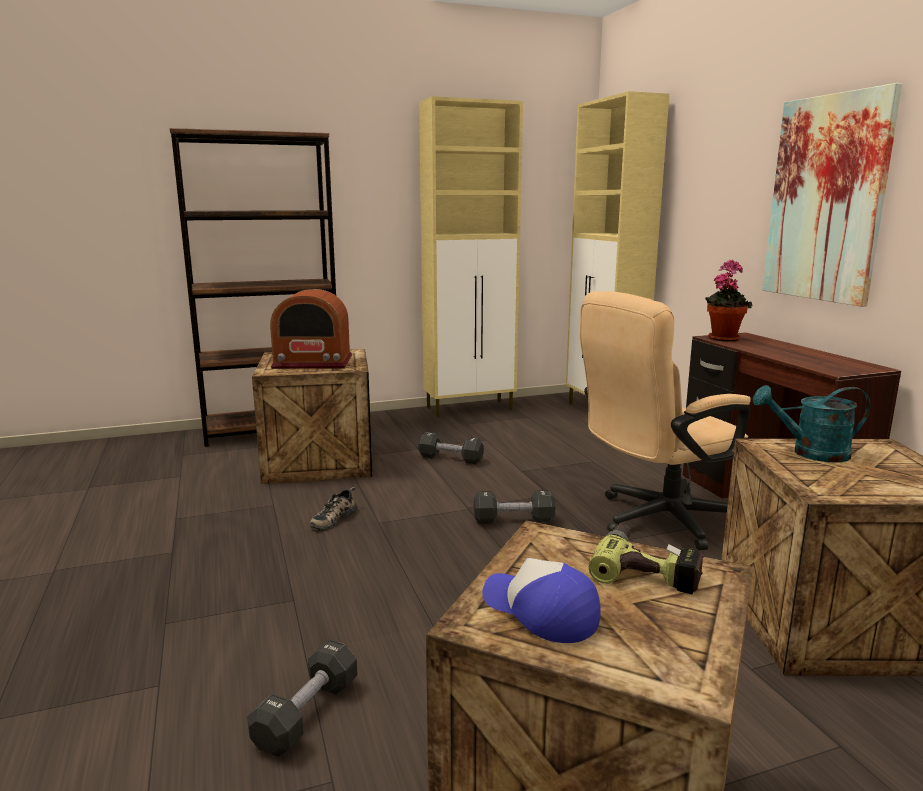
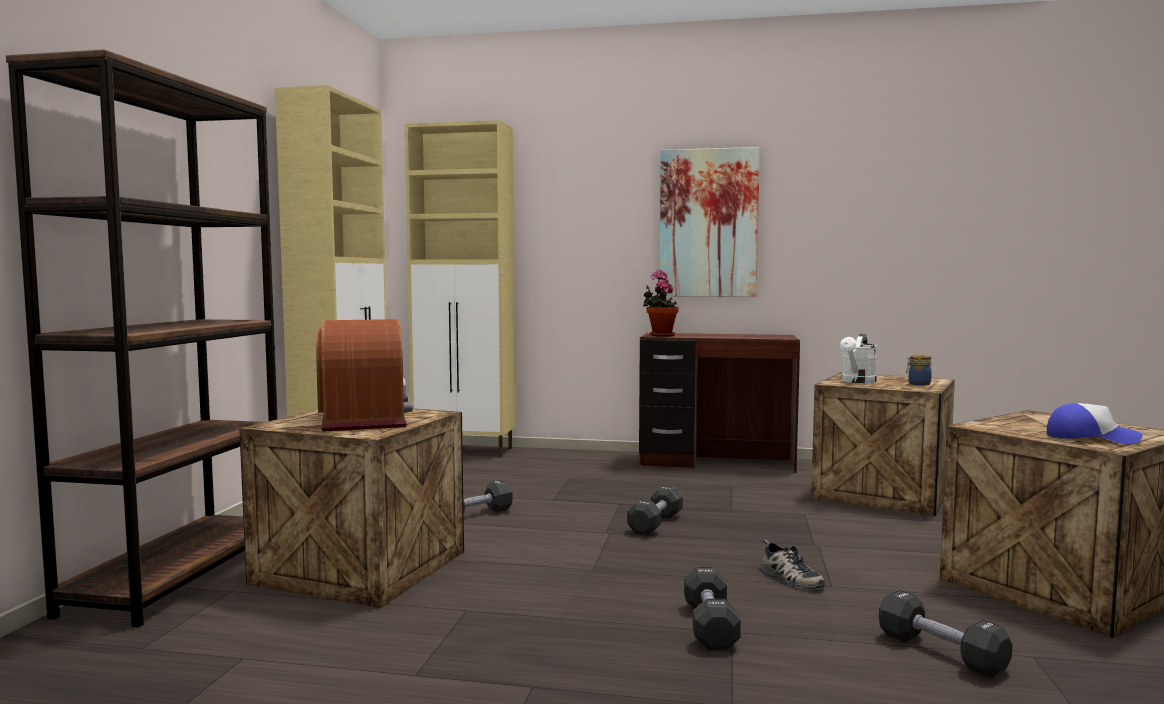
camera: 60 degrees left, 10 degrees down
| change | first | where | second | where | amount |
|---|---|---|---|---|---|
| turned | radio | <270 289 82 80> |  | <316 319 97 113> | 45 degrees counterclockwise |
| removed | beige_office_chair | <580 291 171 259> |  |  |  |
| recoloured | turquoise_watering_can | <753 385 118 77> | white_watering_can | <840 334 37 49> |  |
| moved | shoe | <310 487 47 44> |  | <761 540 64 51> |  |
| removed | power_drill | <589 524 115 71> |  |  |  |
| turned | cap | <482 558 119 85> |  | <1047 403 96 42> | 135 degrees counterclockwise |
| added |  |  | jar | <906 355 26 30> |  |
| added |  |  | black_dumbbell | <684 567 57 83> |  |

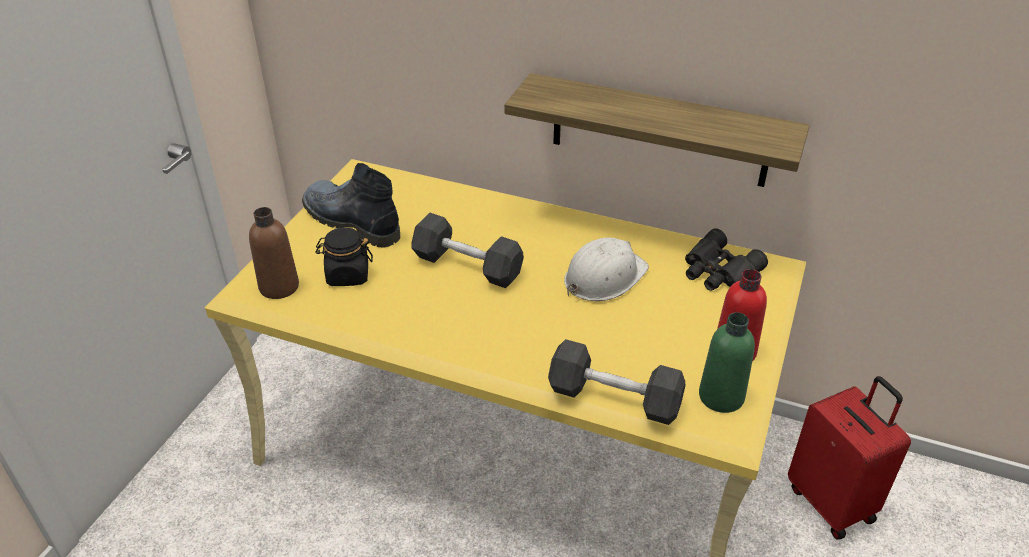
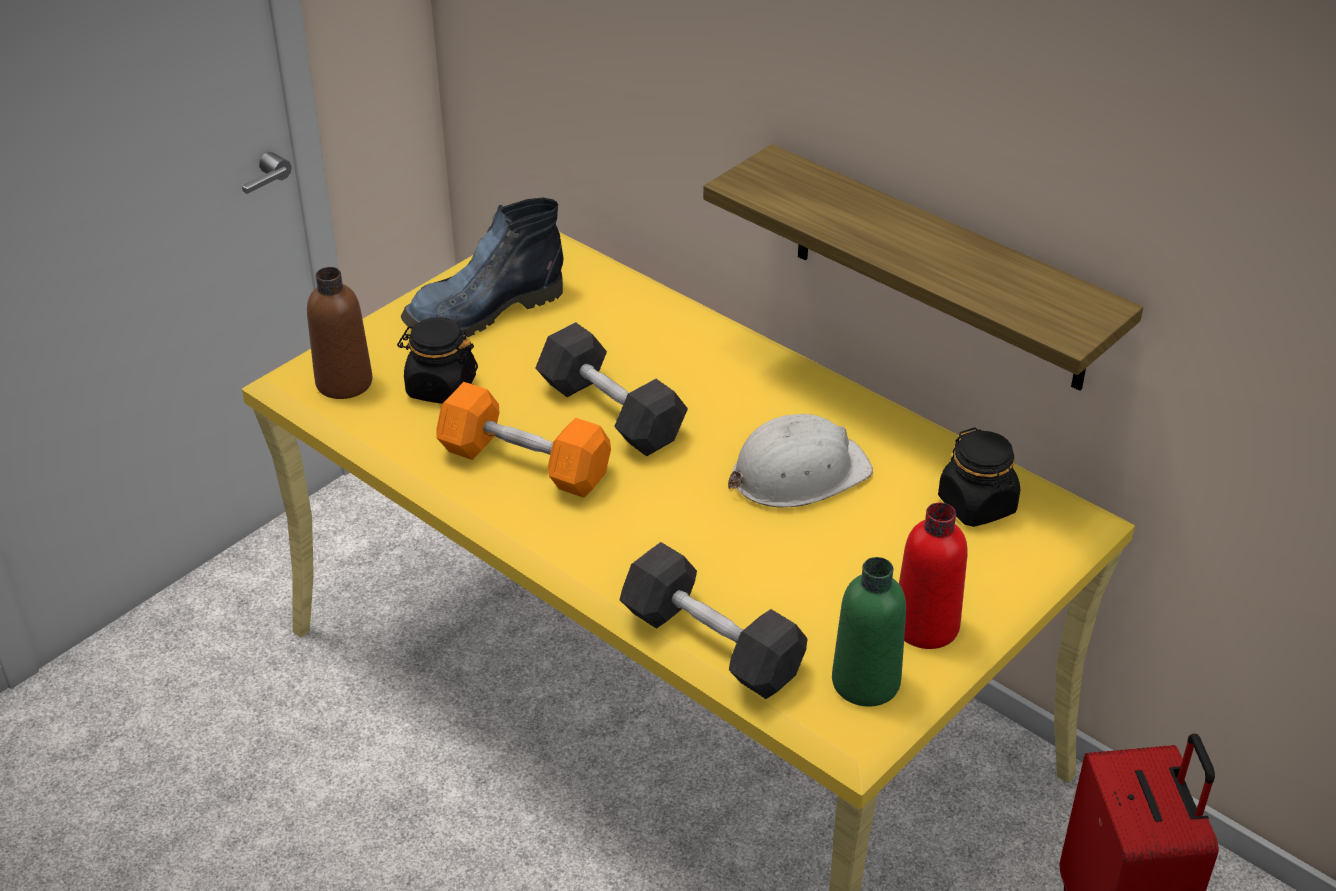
camera: 20 degrees right, 0 degrees up
| change | first | where | second | where | amount |
|---|---|---|---|---|---|
| turned | boot | <302 163 98 85> |  | <401 197 162 140> | 90 degrees counterclockwise |
| replaced | black_binoculars | <685 228 83 63> | black_jar | <938 427 82 100> |  |
| added |  |  | orange_dumbbell | <436 382 175 116> |  |

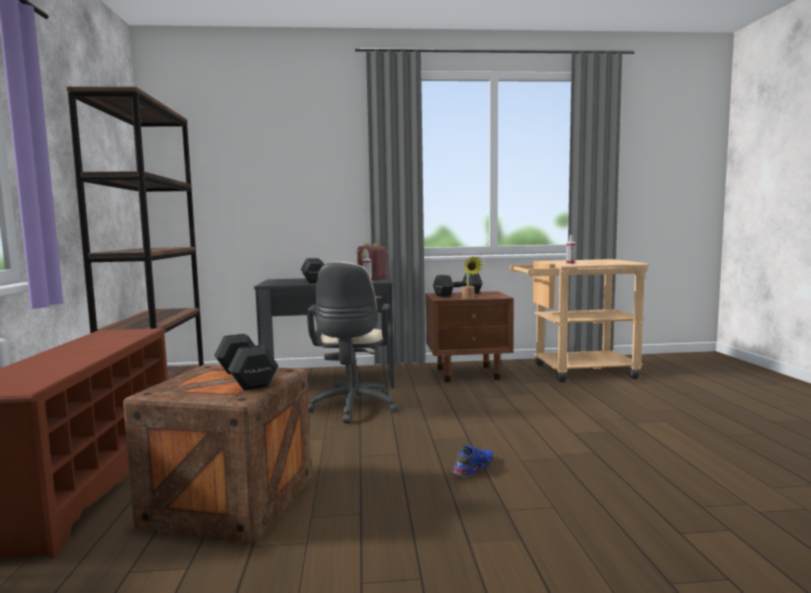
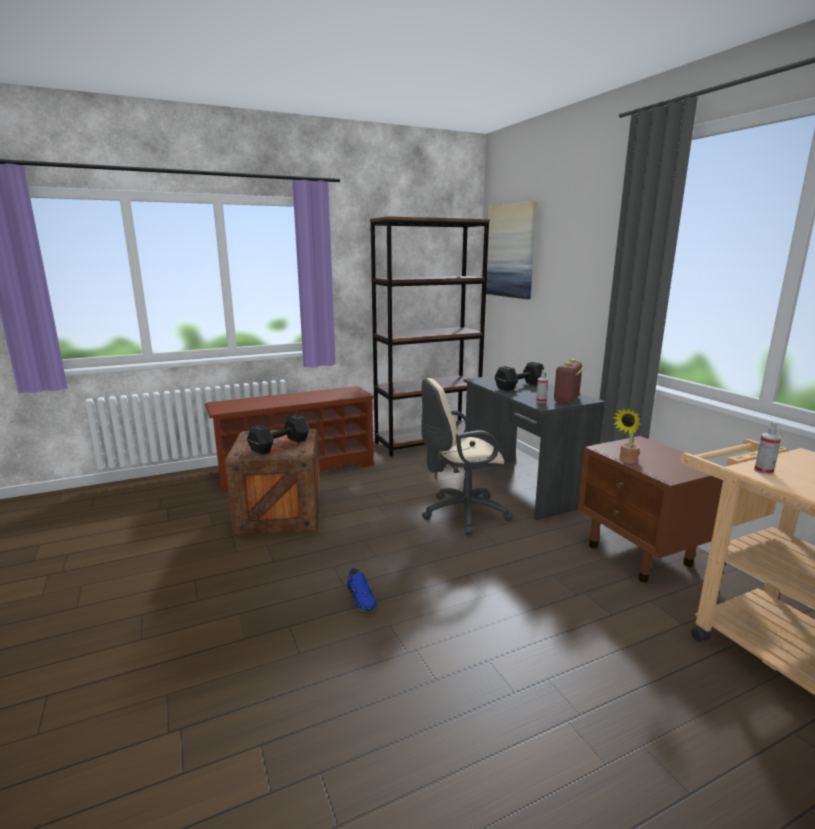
camera: 70 degrees right, 10 degrees up
| change | first | where | second | where | amount |
|---|---|---|---|---|---|
| removed | black_dumbbell | <433 273 50 24> |  |  |  |
| turned | blue_shoe | <452 445 42 32> |  | <347 568 30 43> | 45 degrees clockwise |
| added |  |  | picture | <486 201 51 98> |  |

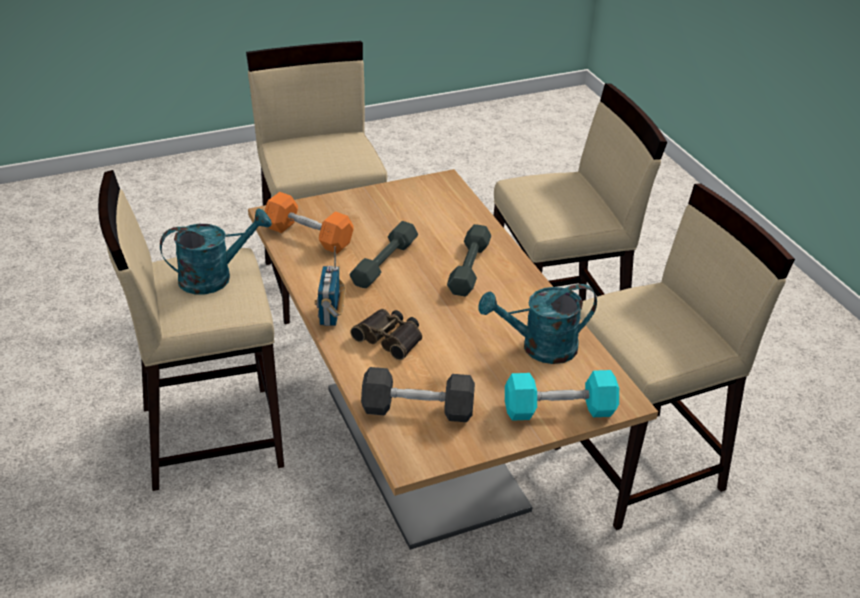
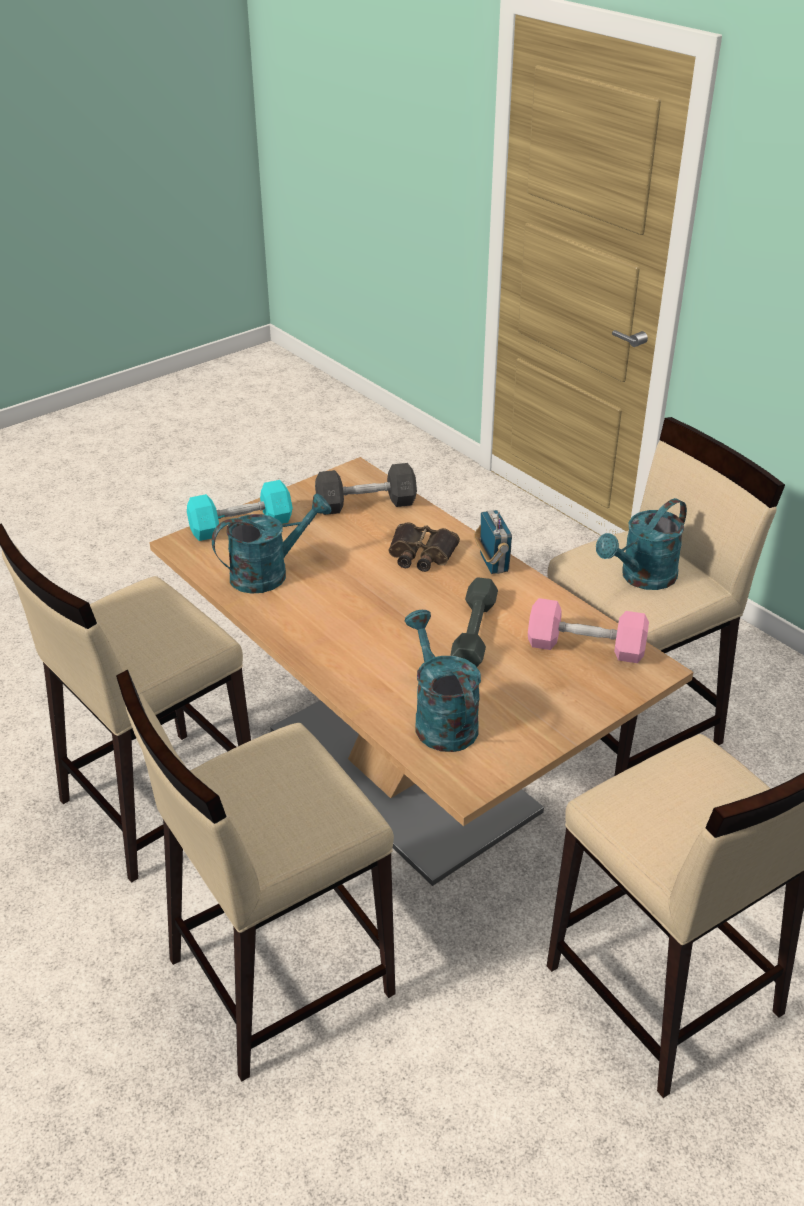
camera: 165 degrees right, 0 degrees up
| change | first | where | second | where | amount |
|---|---|---|---|---|---|
| recoloured | orange_dumbbell | <265 192 88 62> | pink_dumbbell | <528 598 121 65> |  |
| removed | grey_dumbbell | <447 224 44 72> |  |  |  |
| added |  |  | turquoise_watering_can | <405 610 76 142> |  |

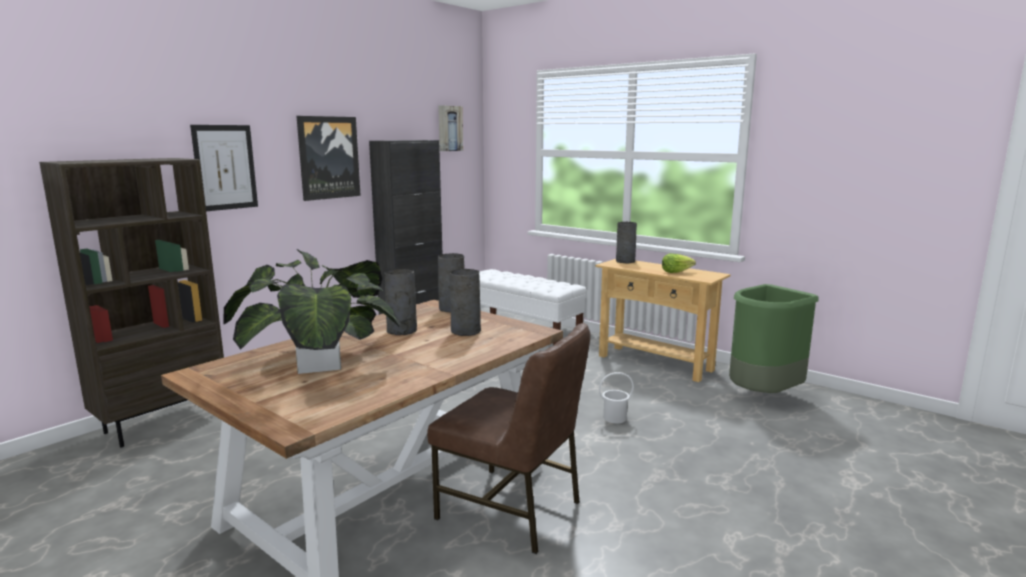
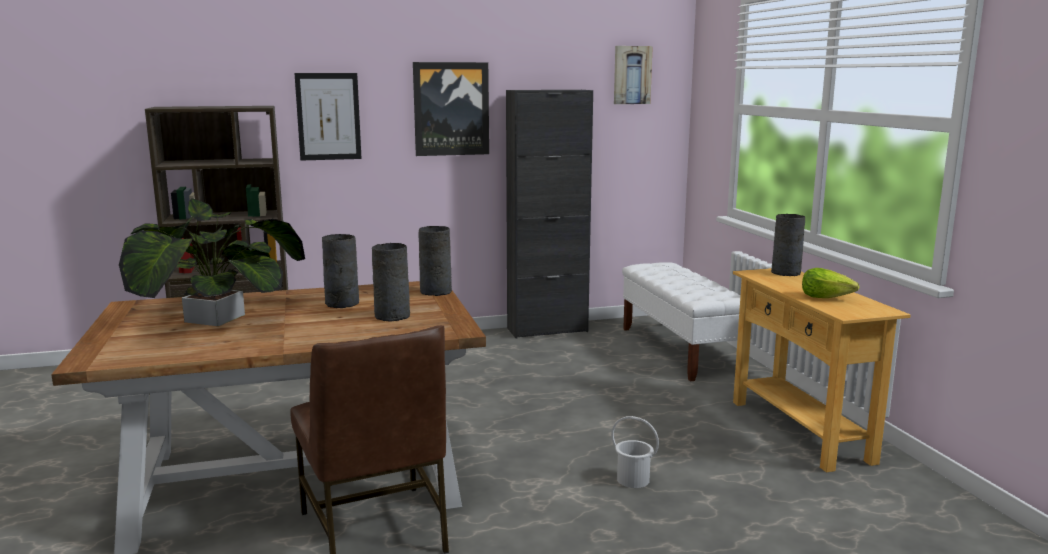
camera: 35 degrees right, 0 degrees up
| change | first | where | second | where | amount |
|---|---|---|---|---|---|
| removed | green_trash_can | <729 284 90 109> |  |  |  |

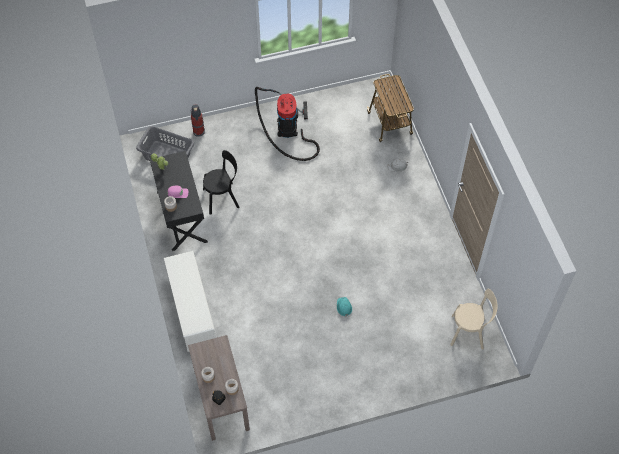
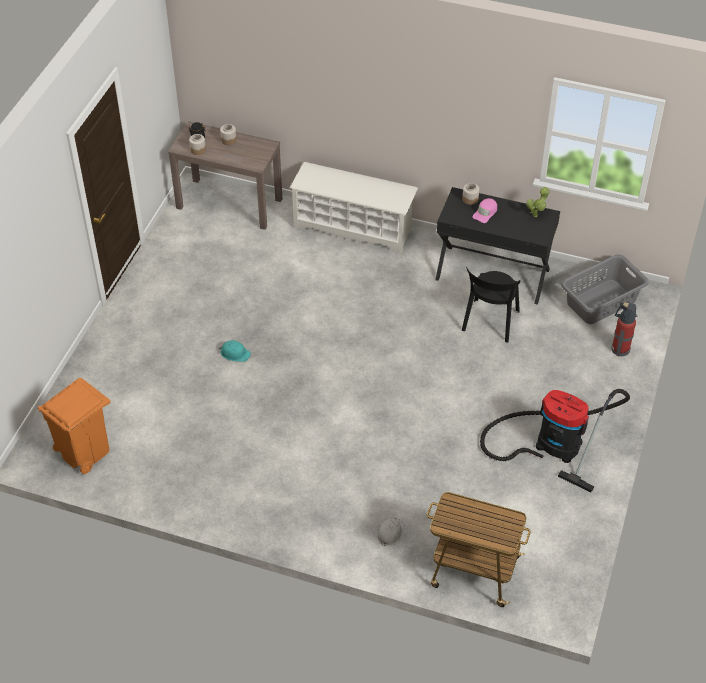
camera: 125 degrees right, 10 degrees down
| change | first | where | second | where | amount |
|---|---|---|---|---|---|
| replaced | beige_chair | <450 289 48 60> | orange_trash_can | <38 378 72 96> |  |

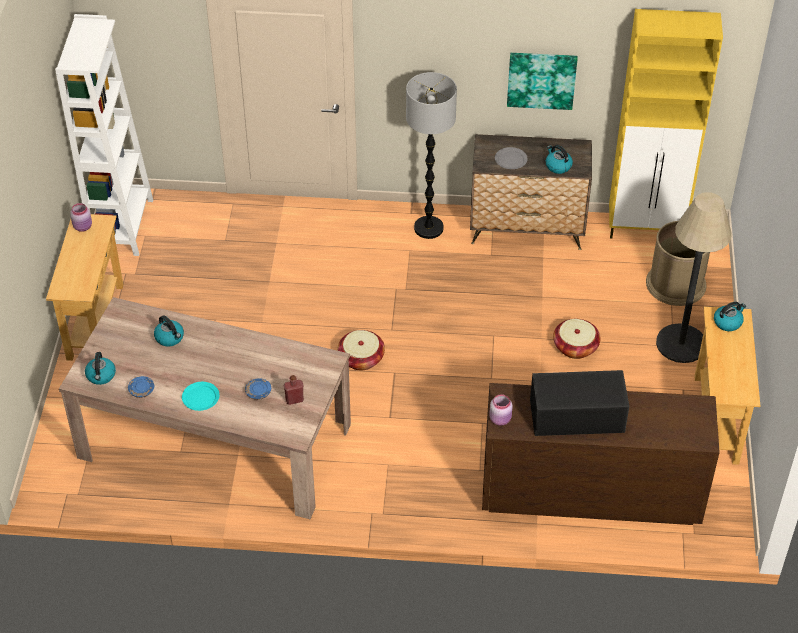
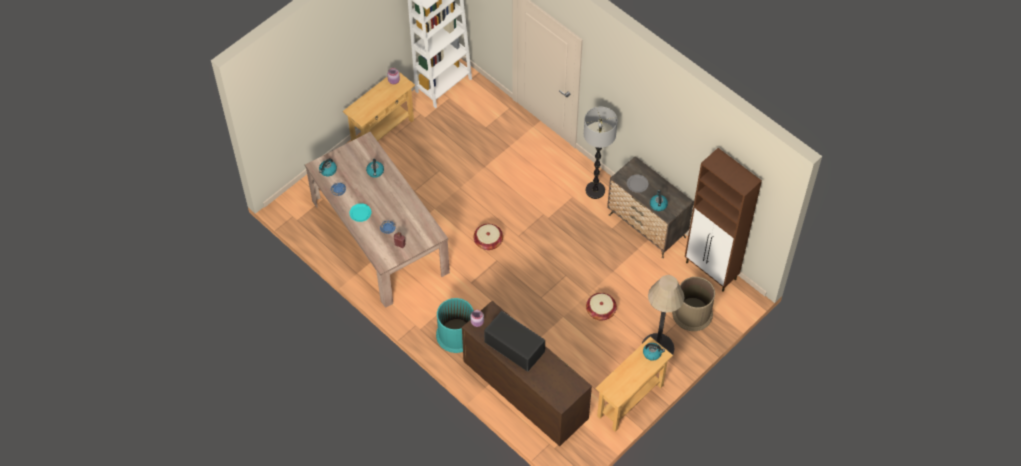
camera: 40 degrees right, 10 degrees up
| change | first | where | second | where | amount |
|---|---|---|---|---|---|
| recoloured | yellow_cabinet | <609 9 114 229> | brown_cabinet | <685 148 77 144> |  |
| removed | picture | <507 53 70 57> |  |  |  |
| added |  |  | turquoise_trash_can | <436 298 38 55> |  |

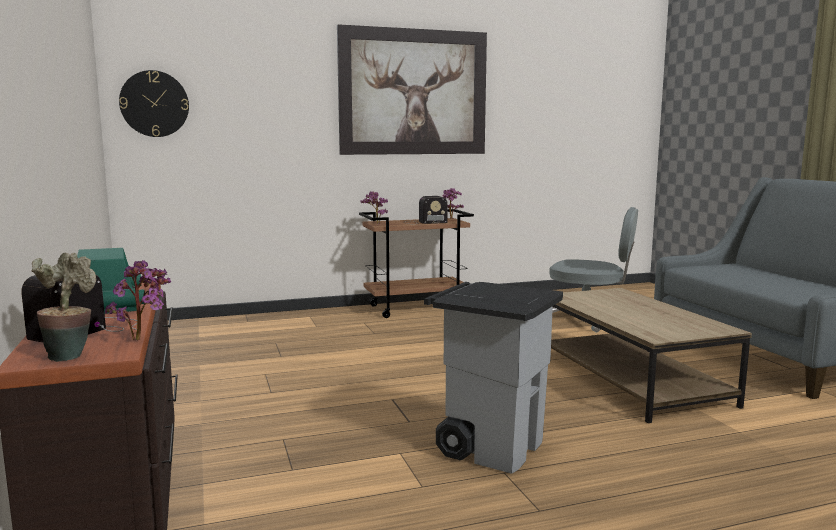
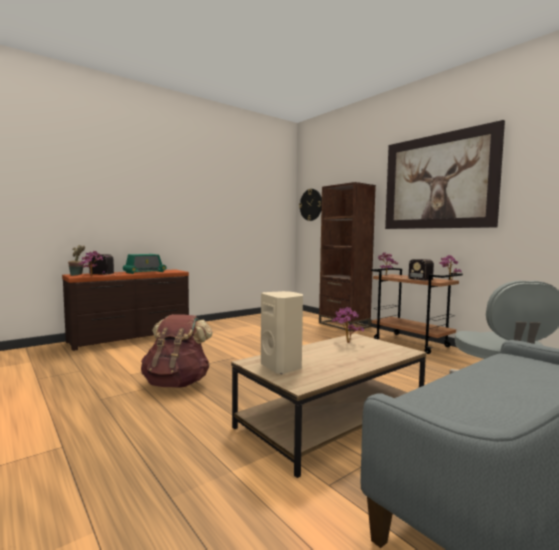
camera: 70 degrees right, 5 degrees down
| change | first | where | second | where | amount |
|---|---|---|---|---|---|
| replaced | grey_trash_can | <424 282 139 192> | brown_backpack | <141 314 72 74> |  |
| added |  |  | brown_bookcase | <319 182 57 149> |  |
| added |  |  | beige_speaker | <261 291 42 83> |  |
| added |  |  | potted_plant | <332 307 32 36> |  |

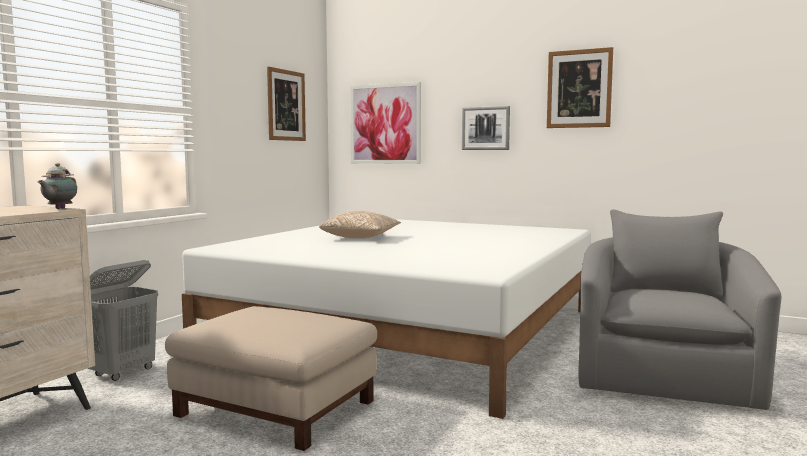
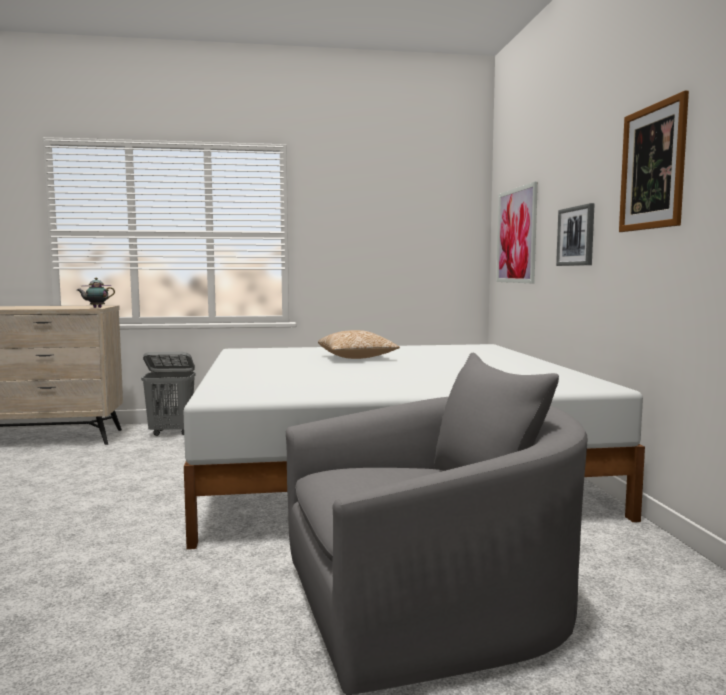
camera: 55 degrees right, 0 degrees up
| change | first | where | second | where | amount |
|---|---|---|---|---|---|
| removed | picture | <267 67 39 74> |  |  |  |
| removed | beige_ottoman | <165 306 212 145> |  |  |  |

